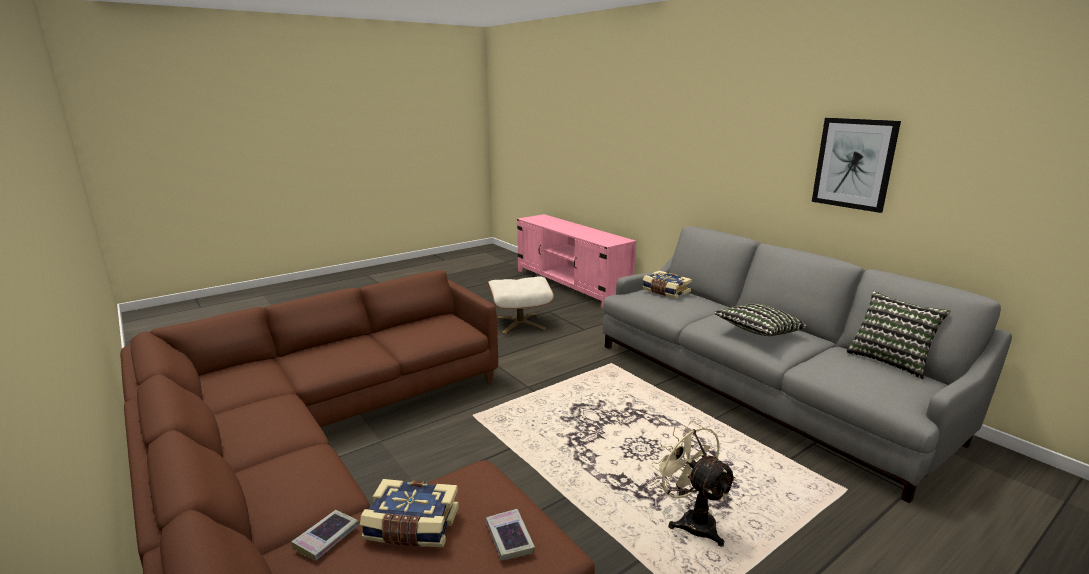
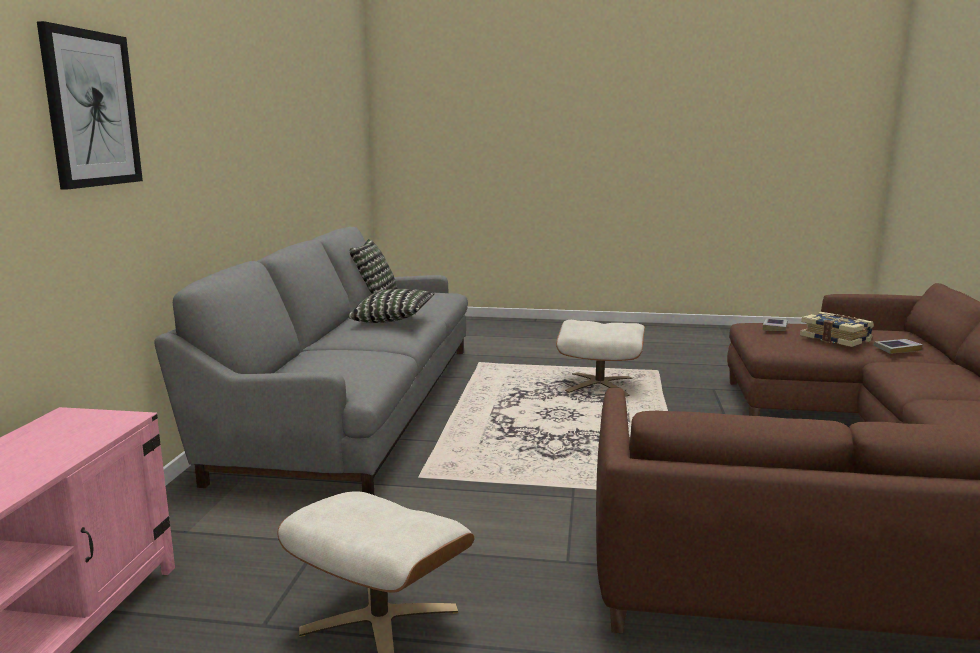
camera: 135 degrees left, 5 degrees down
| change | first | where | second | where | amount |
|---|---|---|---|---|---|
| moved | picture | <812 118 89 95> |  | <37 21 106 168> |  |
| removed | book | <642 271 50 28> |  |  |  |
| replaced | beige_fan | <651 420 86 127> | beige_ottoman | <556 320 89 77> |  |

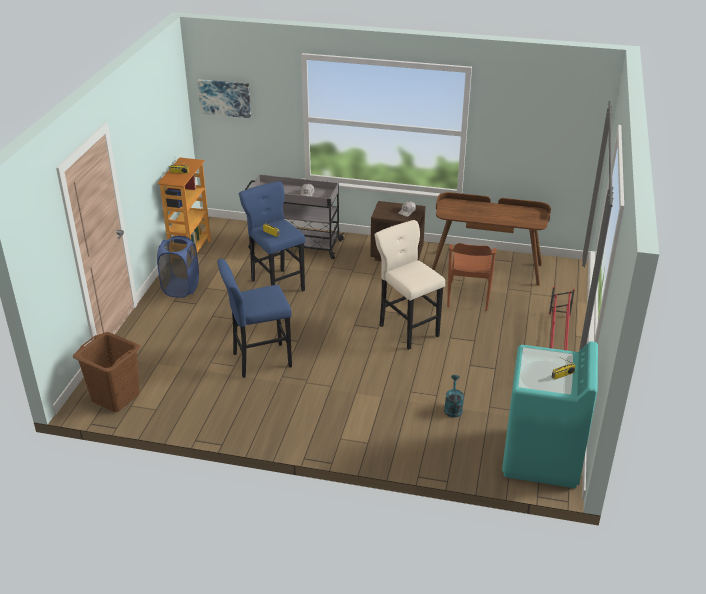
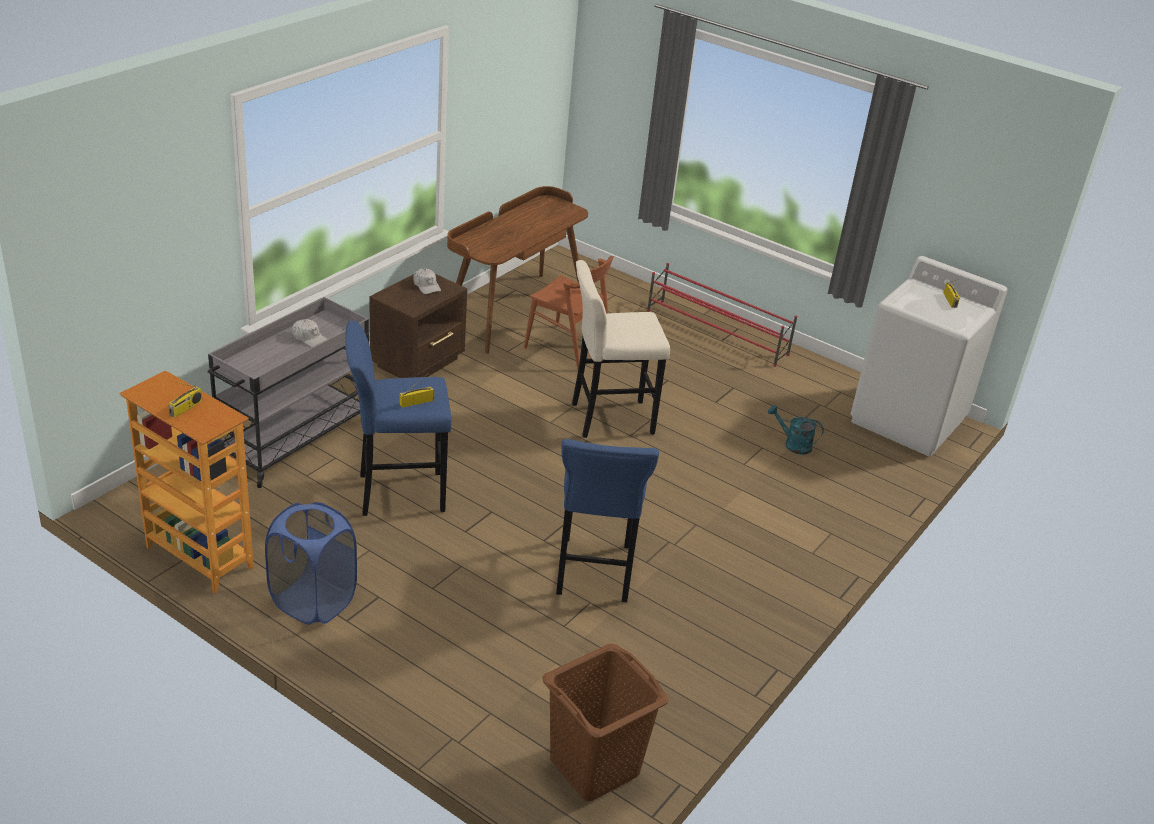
camera: 70 degrees left, 0 degrees up
| change | first | where | second | where | amount |
|---|---|---|---|---|---|
| removed | picture | <197 79 54 39> |  |  |  |
| recoloured | turquoise_washing_machine | <502 341 96 147> | white_washing_machine | <851 256 157 200> |  |

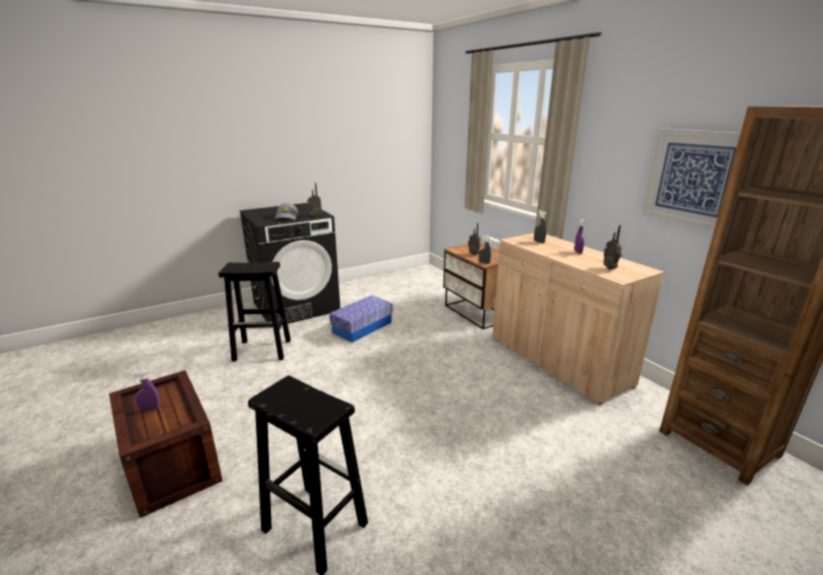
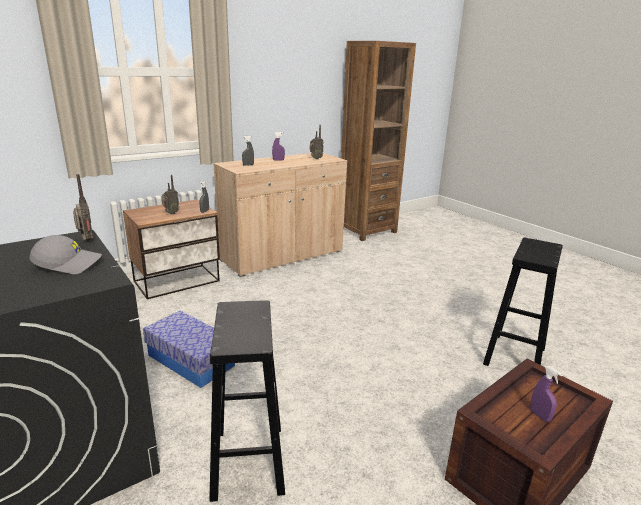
camera: 95 degrees left, 0 degrees up
| change | first | where | second | where | amount |
|---|---|---|---|---|---|
| removed | picture | <641 128 100 102> |  |  |  |

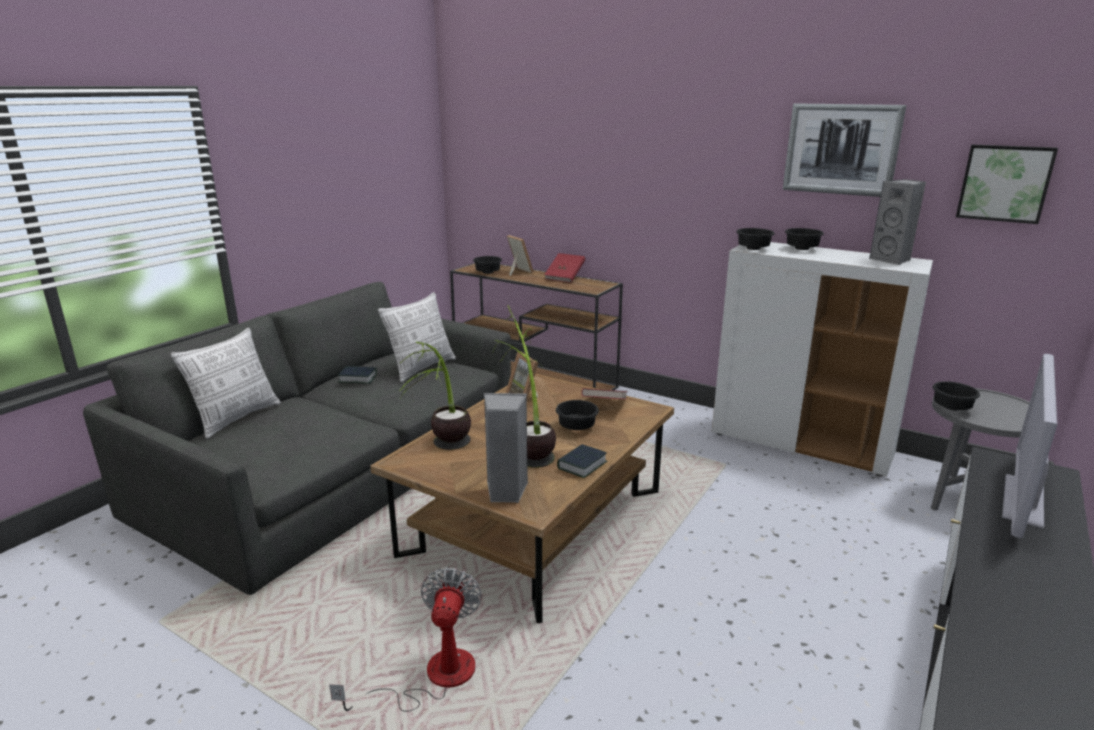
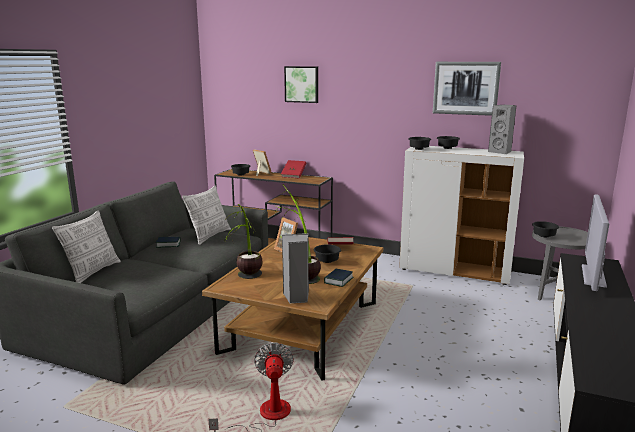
camera: 10 degrees left, 5 degrees down
| change | first | where | second | where | amount |
|---|---|---|---|---|---|
| moved | picture | <956 144 102 80> |  | <284 66 34 37> |  |

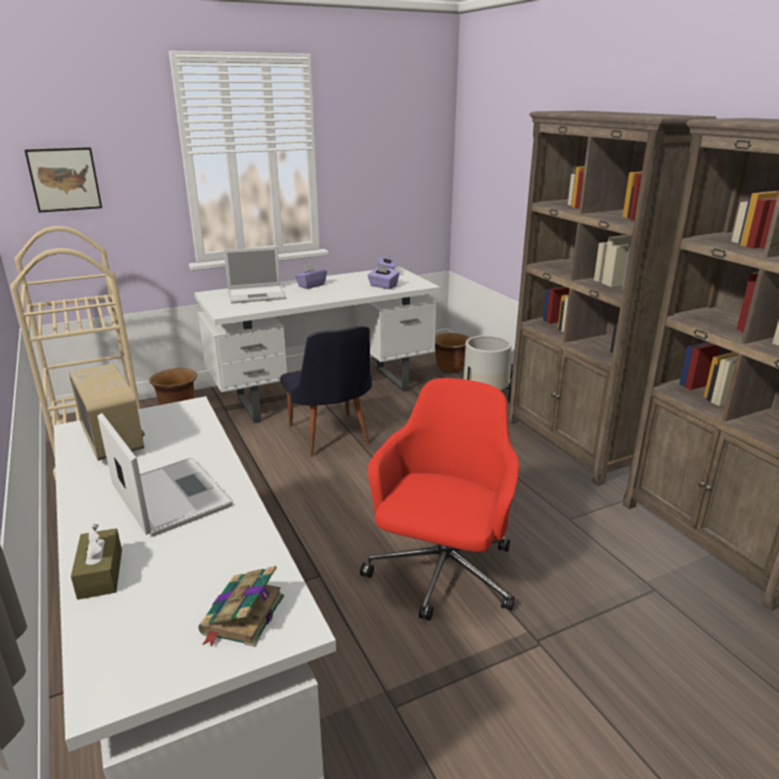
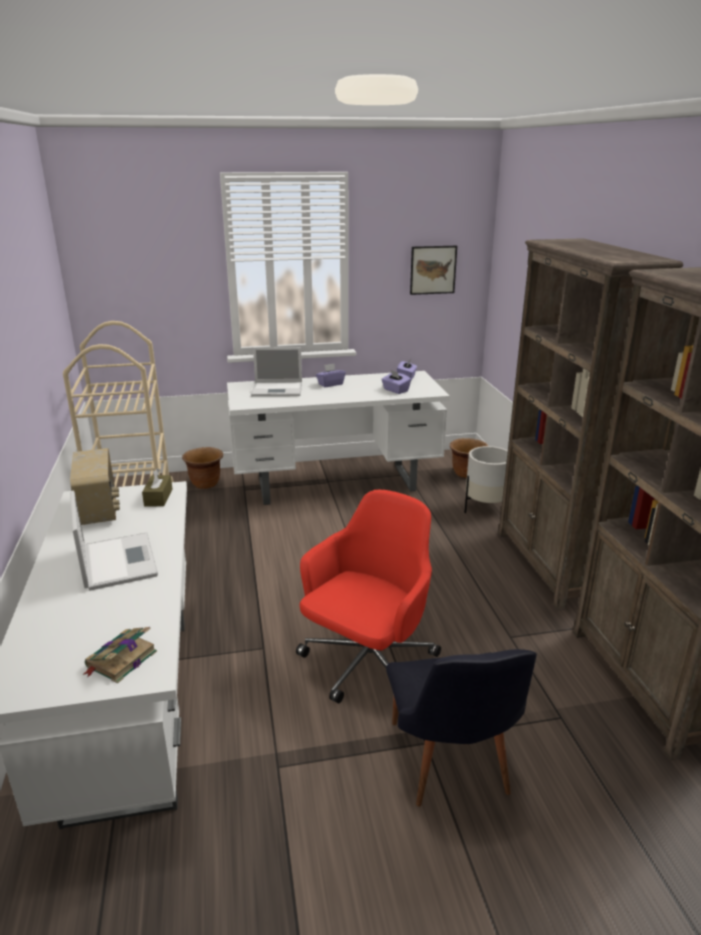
camera: 15 degrees right, 0 degrees up
| change | first | where | second | where | amount |
|---|---|---|---|---|---|
| moved | picture | <25 147 77 66> |  | <410 246 47 49> |  |
| moved | black_chair | <280 326 92 131> |  | <386 649 151 157> |  |
| moved | brown_tissue_box | <71 524 51 76> |  | <142 468 30 38> |  |

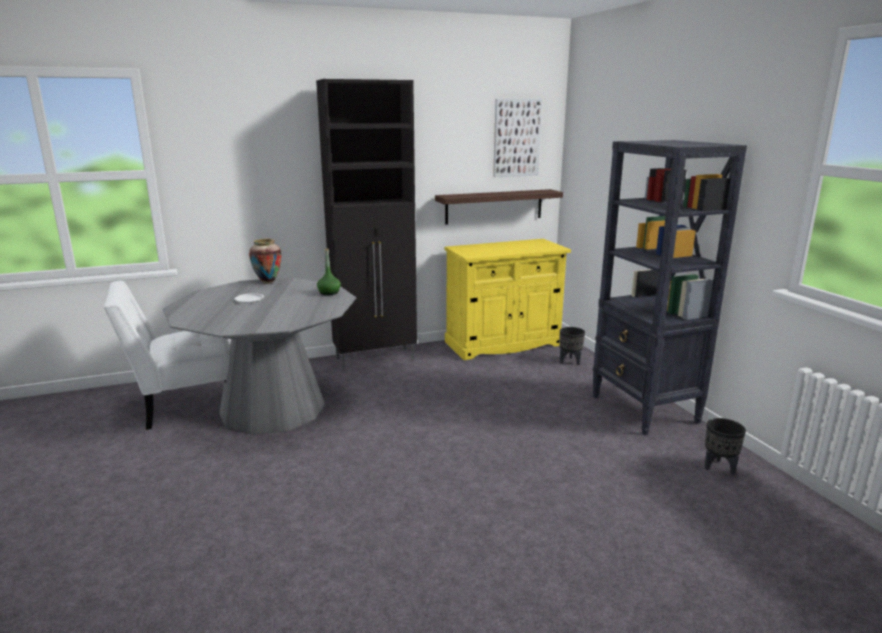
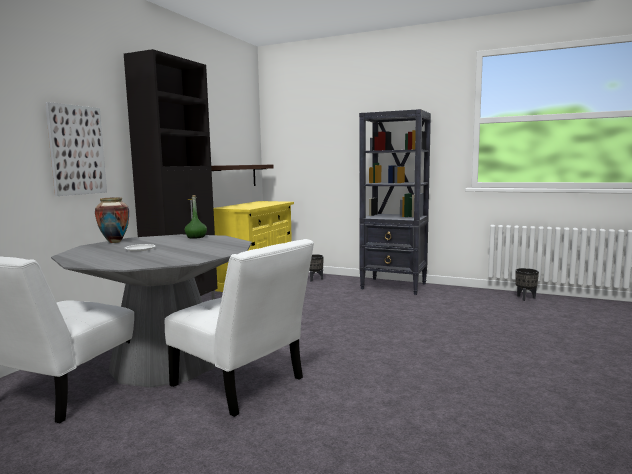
camera: 45 degrees left, 10 degrees down
| change | first | where | second | where | amount |
|---|---|---|---|---|---|
| moved | picture | <493 99 49 78> |  | <45 102 62 94> |  |
| moved | black_planter | <704 418 42 57> |  | <515 268 24 33> |  |
| added |  |  | white_chair | <165 239 149 178> |  |

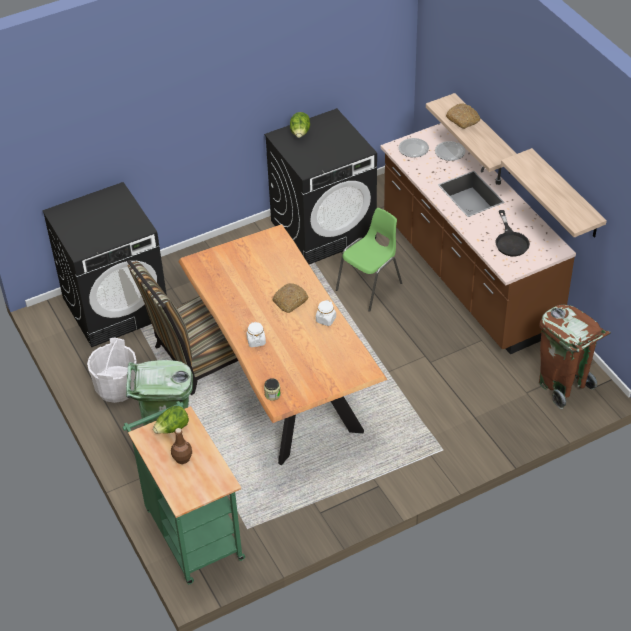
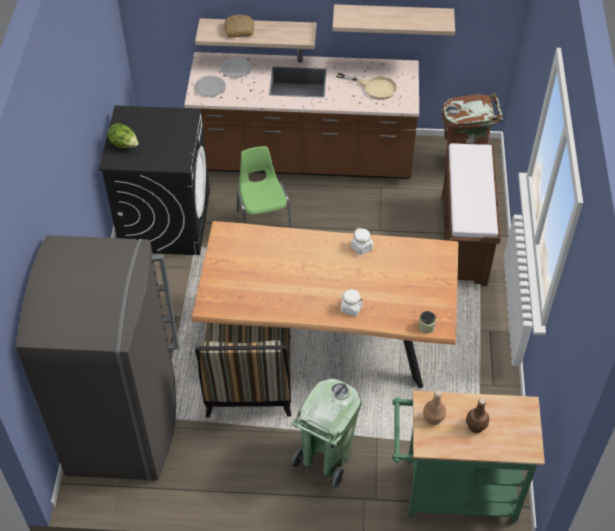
camera: 60 degrees left, 5 degrees up
| change | first | where | second | where | amount |
|---|---|---|---|---|---|
| replaced | black_washing_machine | <42 182 125 165> | grey_fridge | <16 235 163 246> |  |
| recoloured | black_frying_pan | <495 210 35 46> | beige_frying_pan | <336 73 61 27> |  |
| removed | bread | <273 283 35 30> |  |  |  |
| removed | white_bucket | <87 337 50 66> |  |  |  |
| replaced | lettuce | <153 406 36 28> | brown_bottle | <423 390 23 35> |  |
| added |  |  | brown_bench | <441 143 60 143> |  |

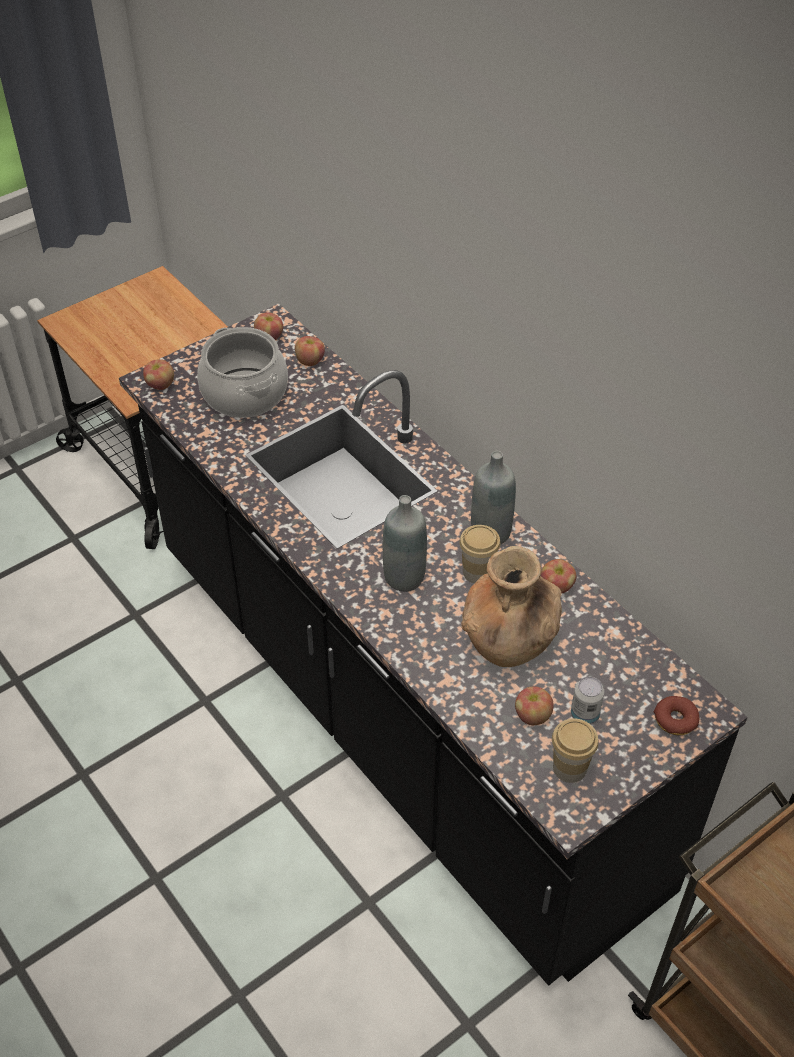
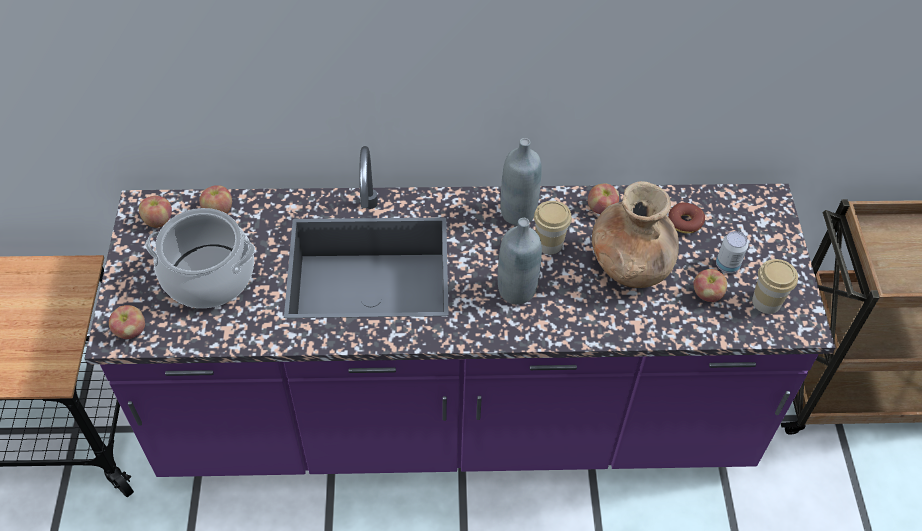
camera: 55 degrees left, 5 degrees up
| change | first | where | second | where | amount |
|---|---|---|---|---|---|
| recoloured | black_counter | <119 303 629 682> | purple_counter | <84 146 752 331> |  |
| moved | donut | <654 696 45 39> |  | <668 202 37 32> |  |

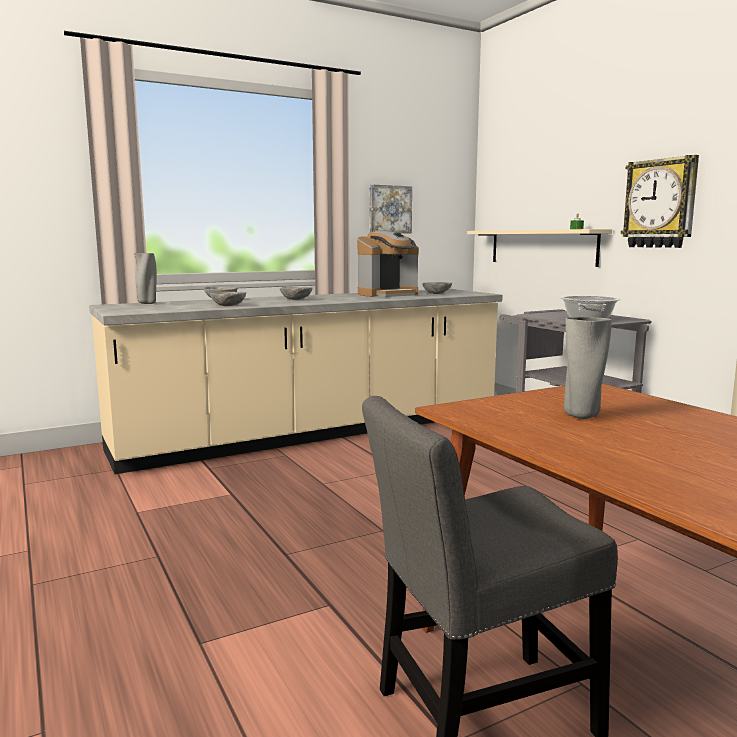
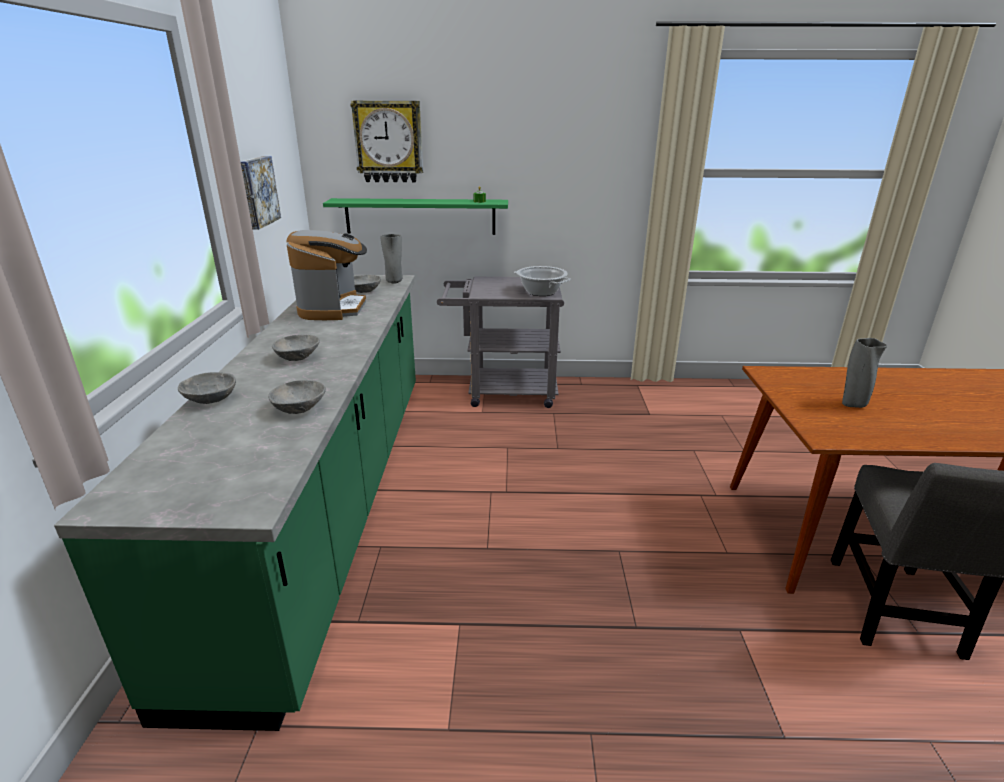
camera: 60 degrees left, 15 degrees up
| change | first | where | second | where | amount |
|---|---|---|---|---|---|
| moved | wall_clock | <621 155 78 93> |  | <350 100 73 82> |  |
| recoloured | beige_shelf | <467 229 145 38> | green_shelf | <323 198 185 37> |  |
| moved | grey_vase | <134 253 23 51> |  | <380 234 22 50> |  |
| recoloured | beige_counter | <89 289 414 185> | green_counter | <54 275 362 456> |  |

